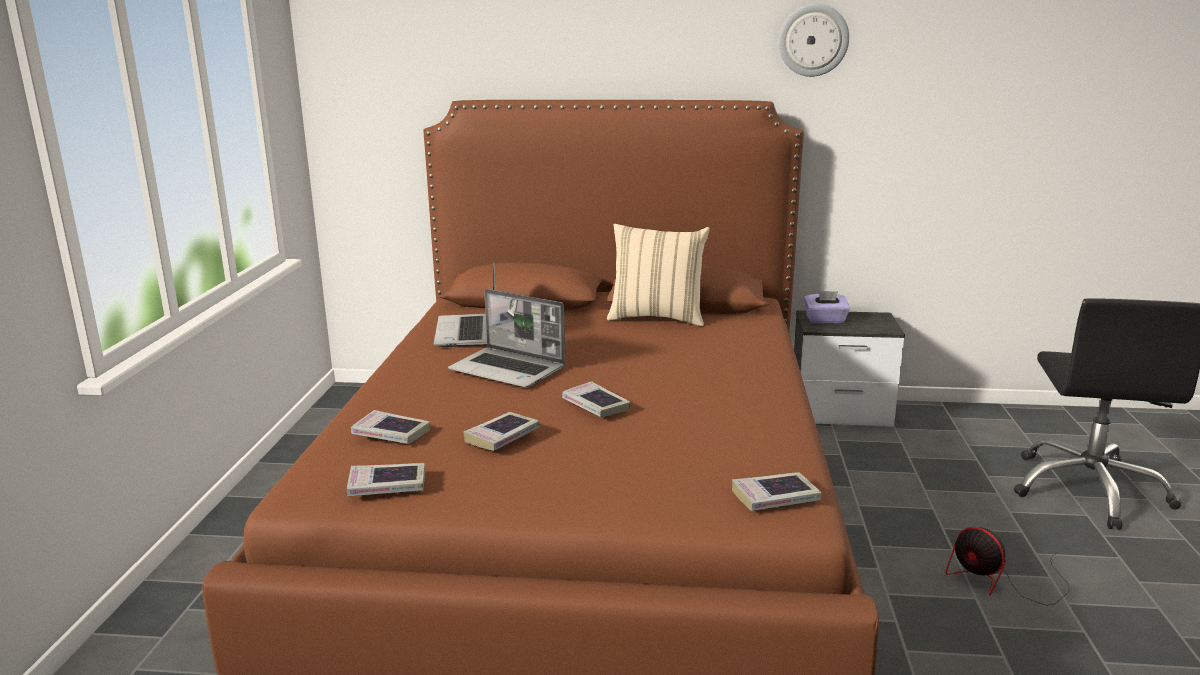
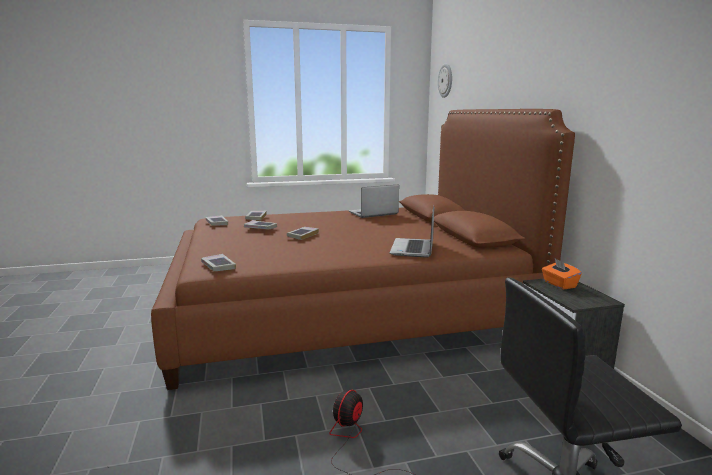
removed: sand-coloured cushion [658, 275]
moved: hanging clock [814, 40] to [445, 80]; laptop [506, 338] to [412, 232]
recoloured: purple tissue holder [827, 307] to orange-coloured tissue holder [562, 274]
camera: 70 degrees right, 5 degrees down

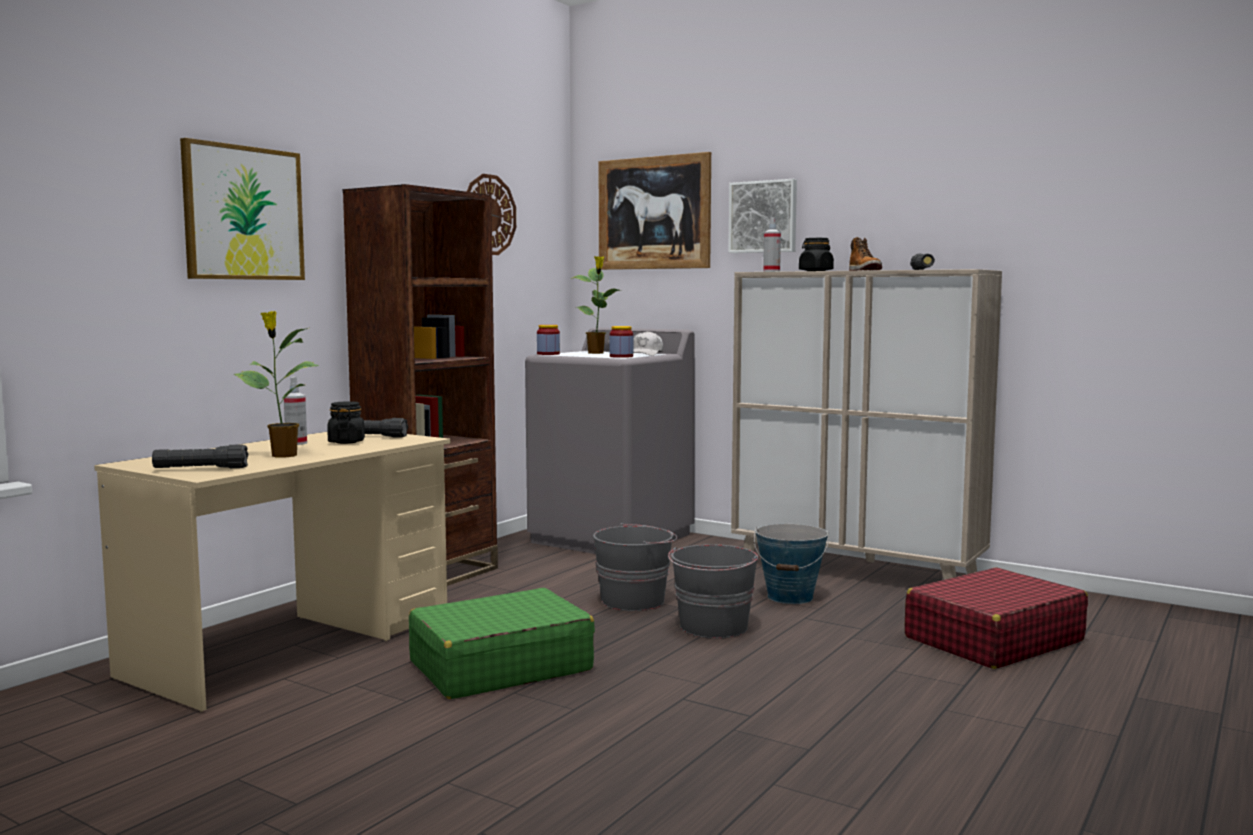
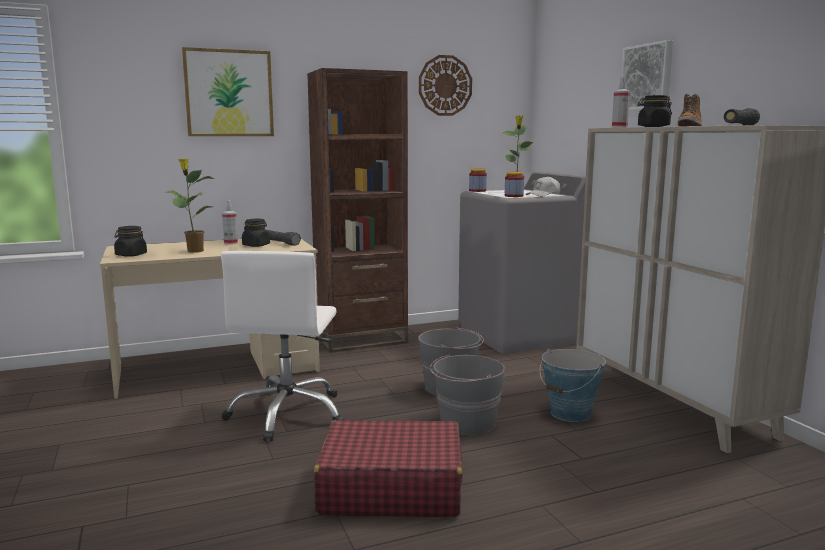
removed: wall art [655, 211]
moved: reddish suitcase [996, 618] to [388, 468]
replaced: blackish flashlight [200, 456] to blackish preserve jar [130, 241]; green-coloured suitcase [502, 643] to white-coloured desk chair [282, 346]
camera: 35 degrees right, 5 degrees up

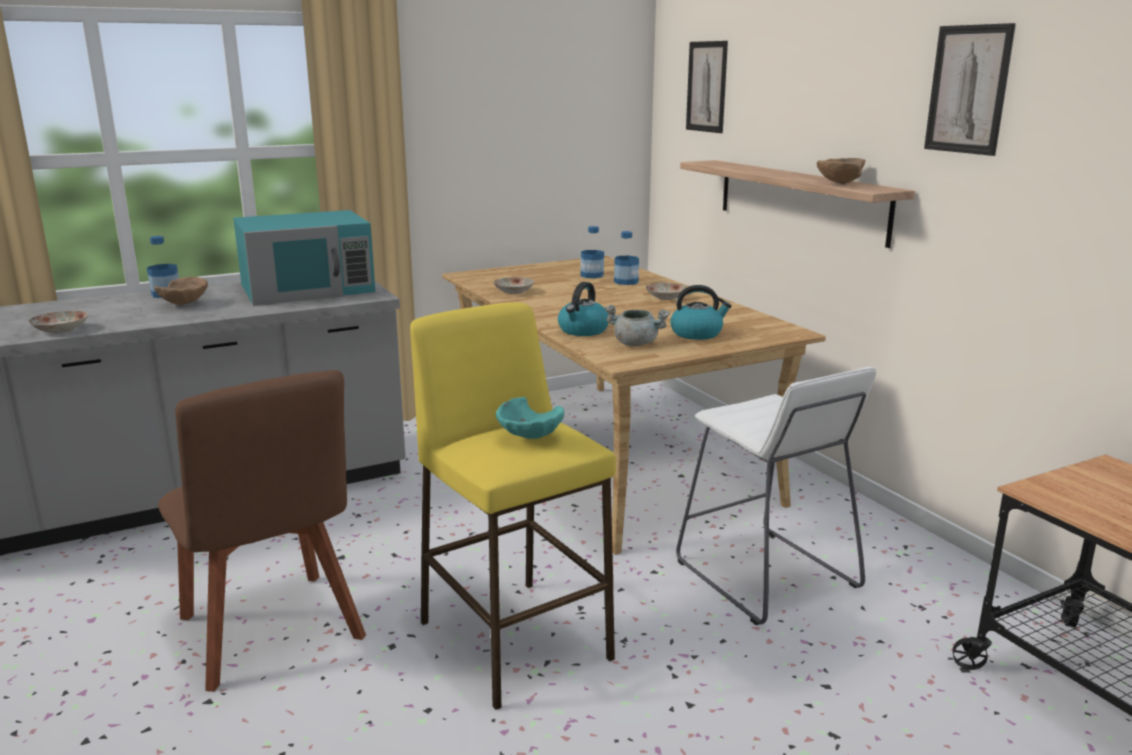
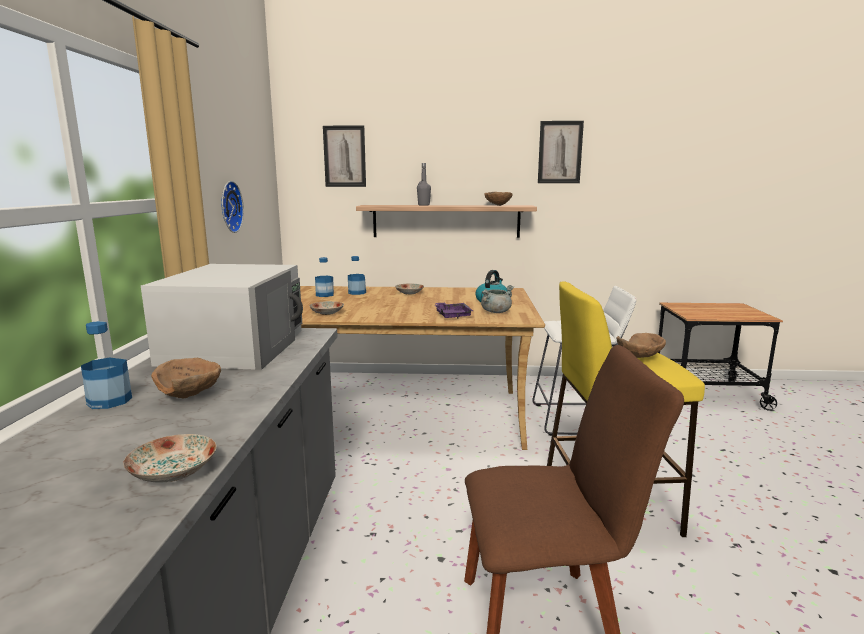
added: grey beverage bottle [424, 184]; hanging clock [232, 207]
replaced: tea kettle [583, 309] to purple tray [454, 310]
recoloured: turquoise-coloured microwave [304, 258] to white-coloured microwave [222, 317]; turquoise-coloured bowl [530, 418] to brownish bowl [641, 345]
camera: 60 degrees left, 5 degrees down

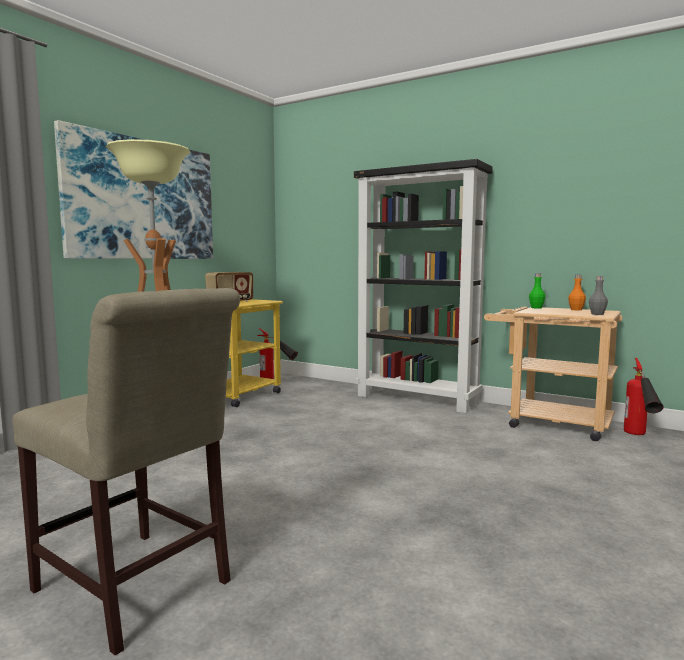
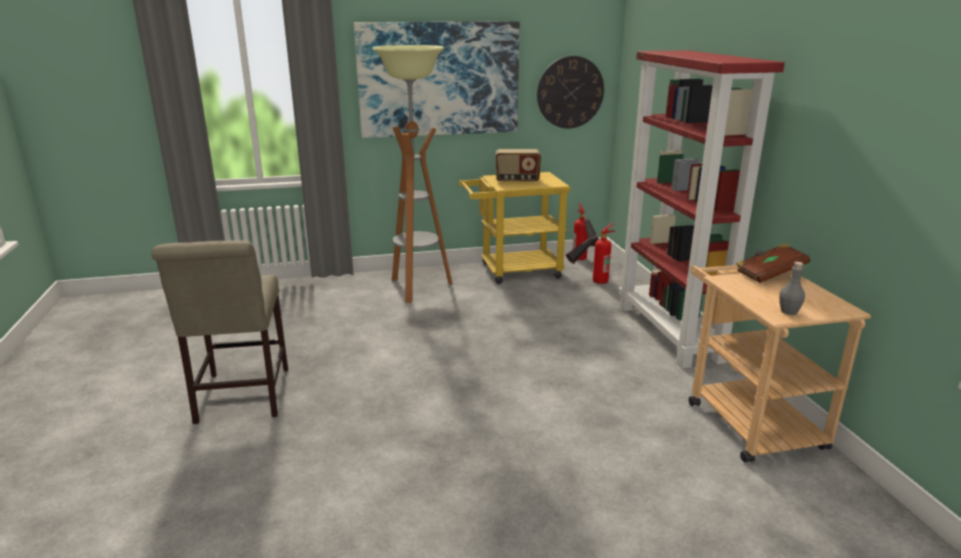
removed: orange-coloured beverage bottle [577, 292]
added: hanging clock [570, 92]
moved: fire extinguisher [644, 396] to [590, 253]
replaced: green-coloured beverage bottle [537, 291] to brownish bound book [773, 263]
recoloured: blackish bookshelf [423, 286] to reddish bookshelf [701, 209]
camera: 45 degrees right, 15 degrees up

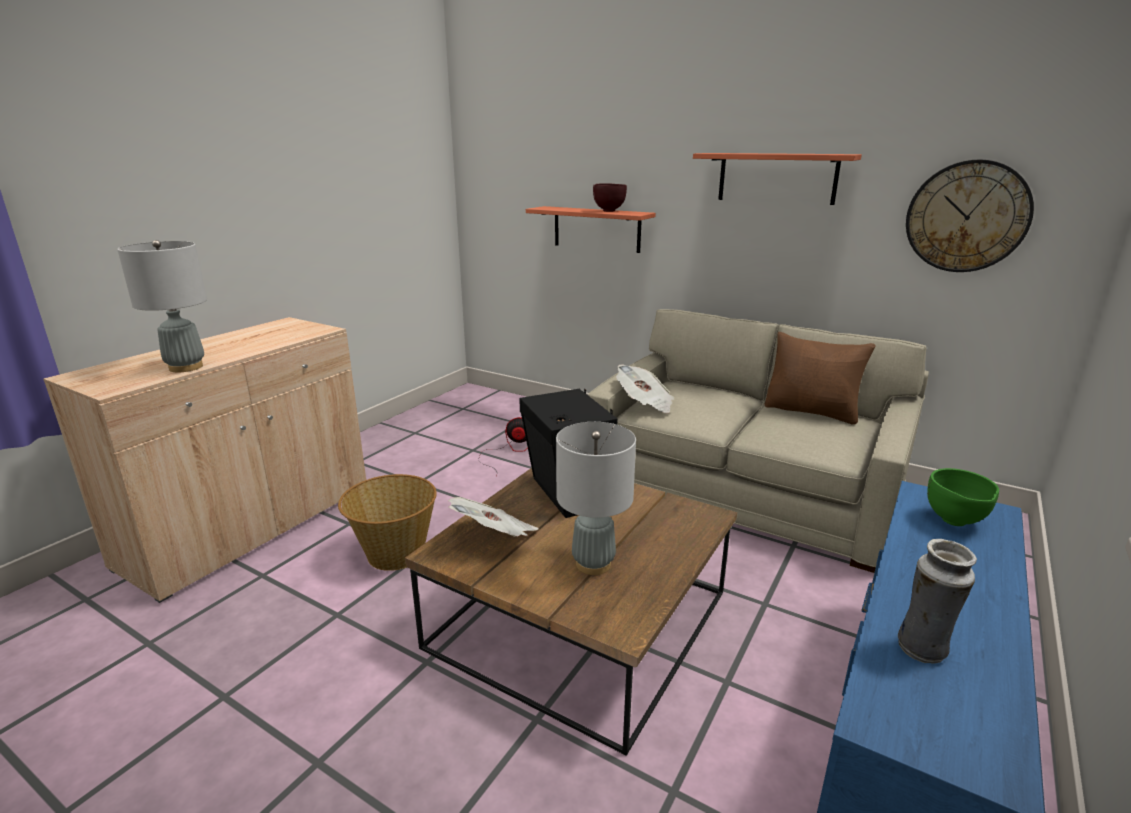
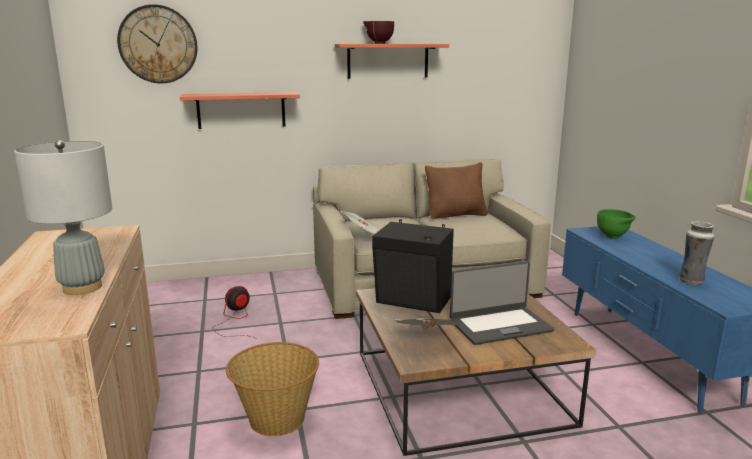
moved: hanging clock [970, 215] to [157, 44]; brownish bowl [610, 197] to [378, 32]
replaced: grey table lamp [596, 498] to laptop [502, 303]
camera: 45 degrees left, 5 degrees down

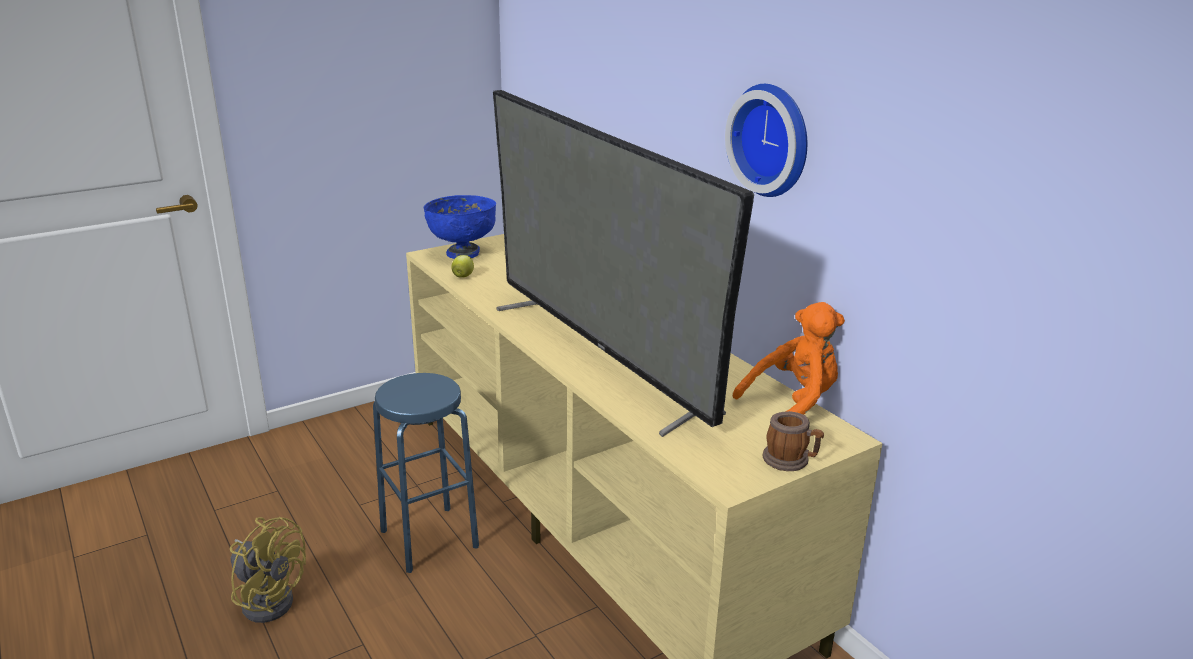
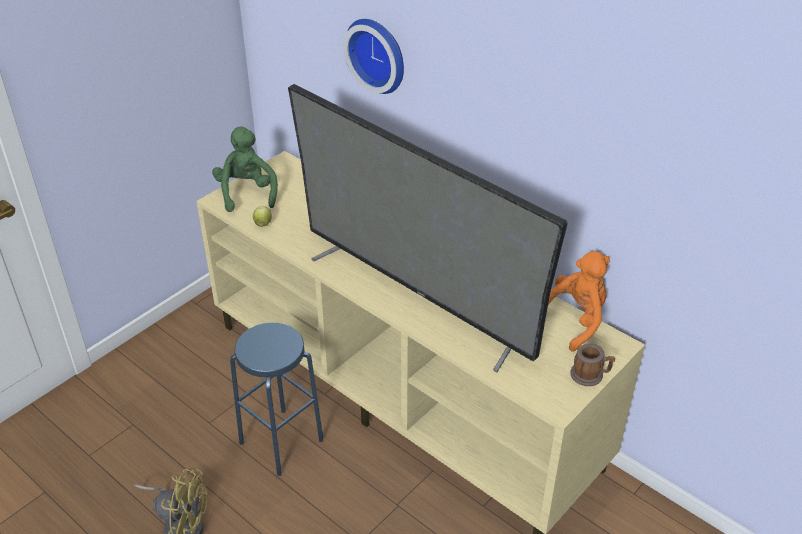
moved: hanging clock [766, 140] to [374, 56]
replaced: blue bowl [460, 227] to green-coloured plush toy [245, 169]
camera: 15 degrees left, 15 degrees up

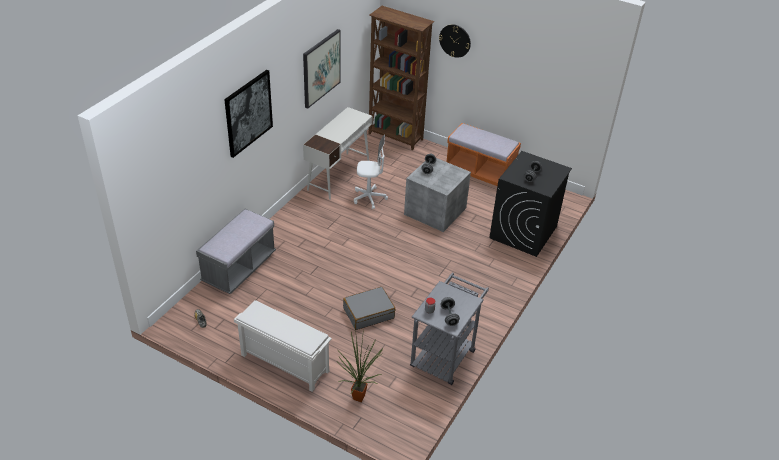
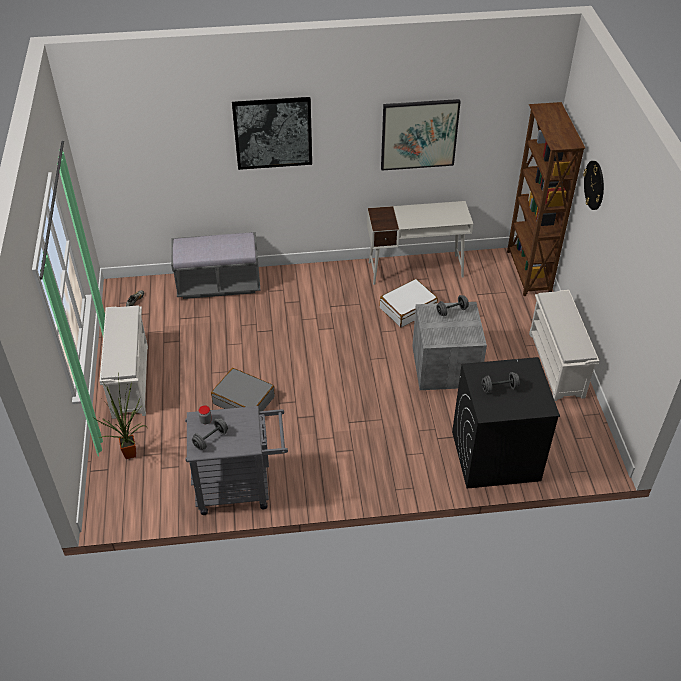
replaced: orange-coloured long seat [484, 154] to white-coloured shoe shelf [564, 345]; white-coloured desk chair [371, 172] to white-coloured suitcase [409, 303]
camera: 55 degrees right, 5 degrees up

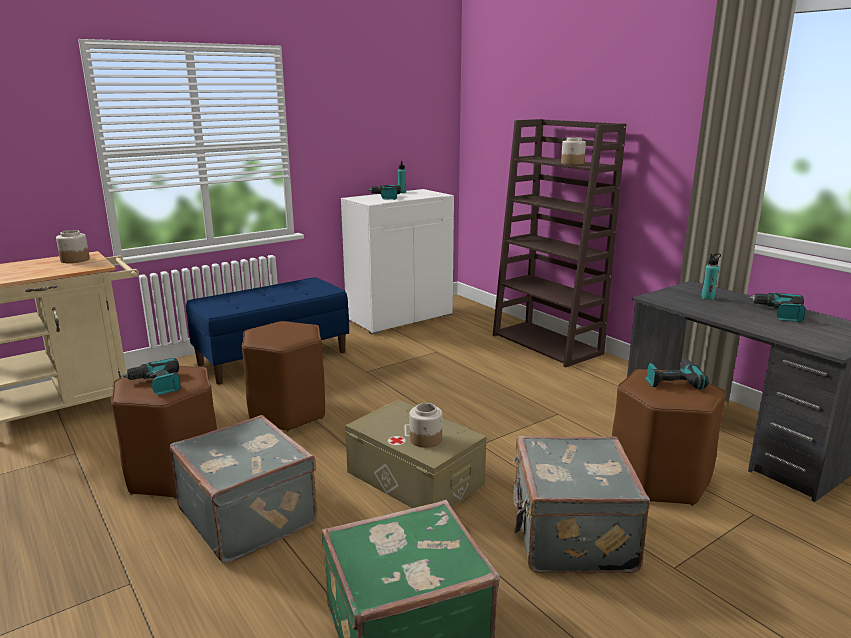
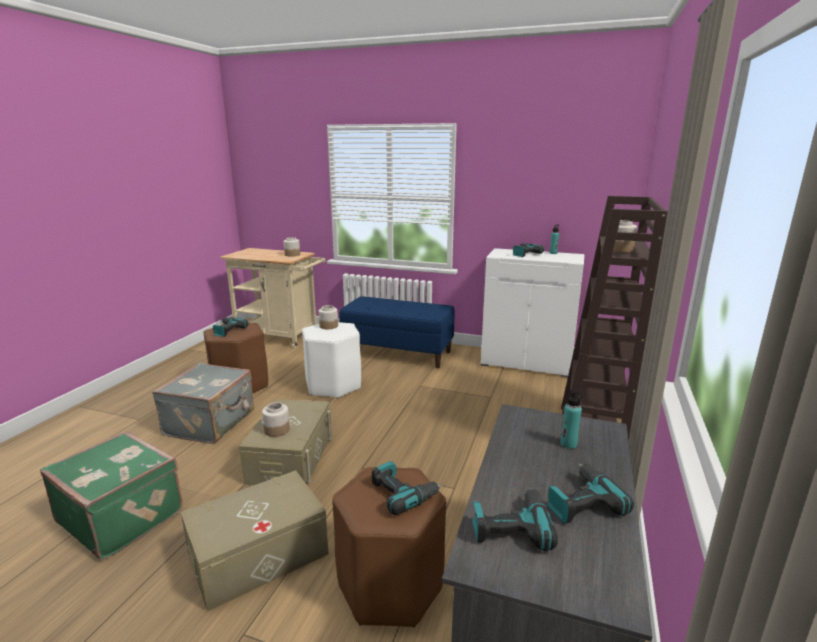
added: preserve jar [328, 317]; power drill [515, 519]
replaced: grey suitcase [581, 505] to sand-coloured storage box [255, 540]
recoloured: brownish stool [283, 376] to white-coloured stool [331, 360]
camera: 55 degrees right, 0 degrees up

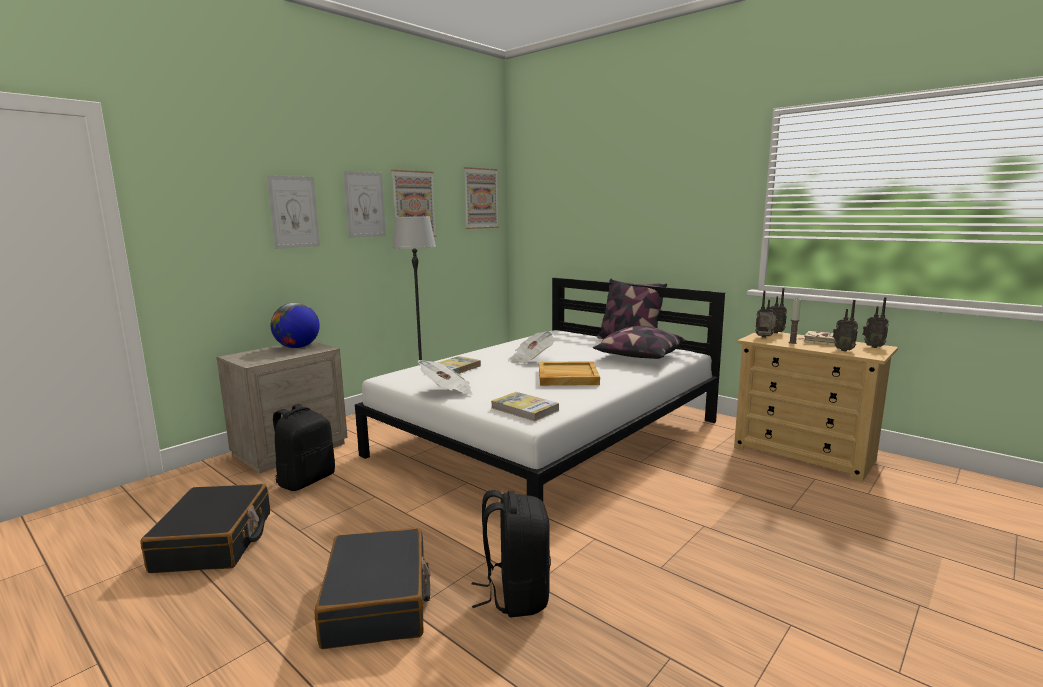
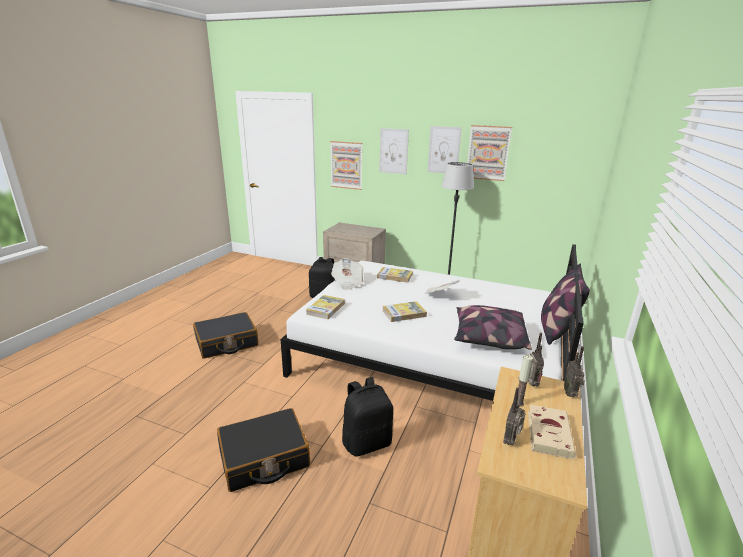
removed: radio receiver [875, 322]; desk globe [295, 325]
moved: wall art [481, 198] to [346, 165]; blackish suitcase [205, 528] to [263, 450]; blackish rucksack [511, 553] to [367, 417]
replaced: sand-coloured tray [569, 373] to bound book [404, 311]
camera: 70 degrees right, 10 degrees up

